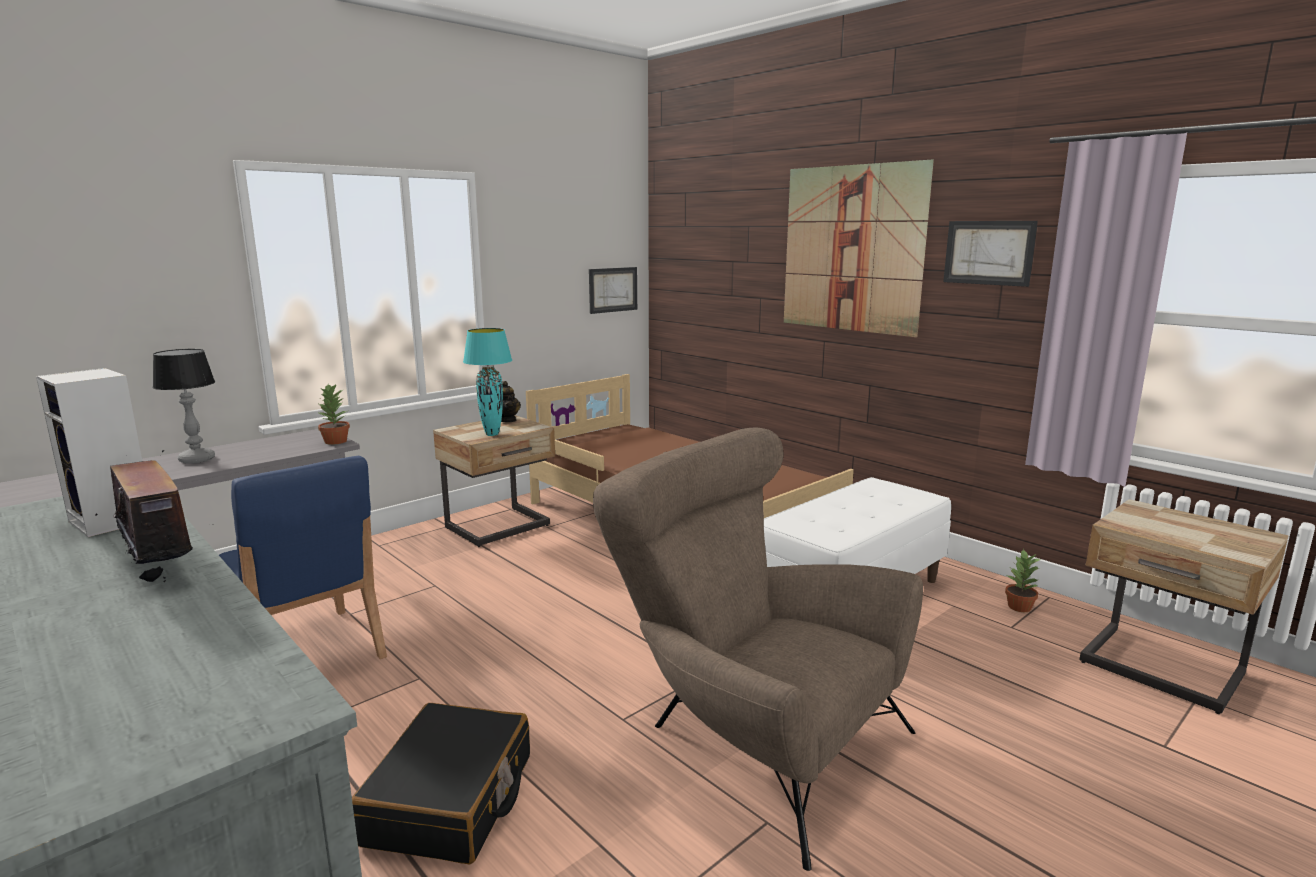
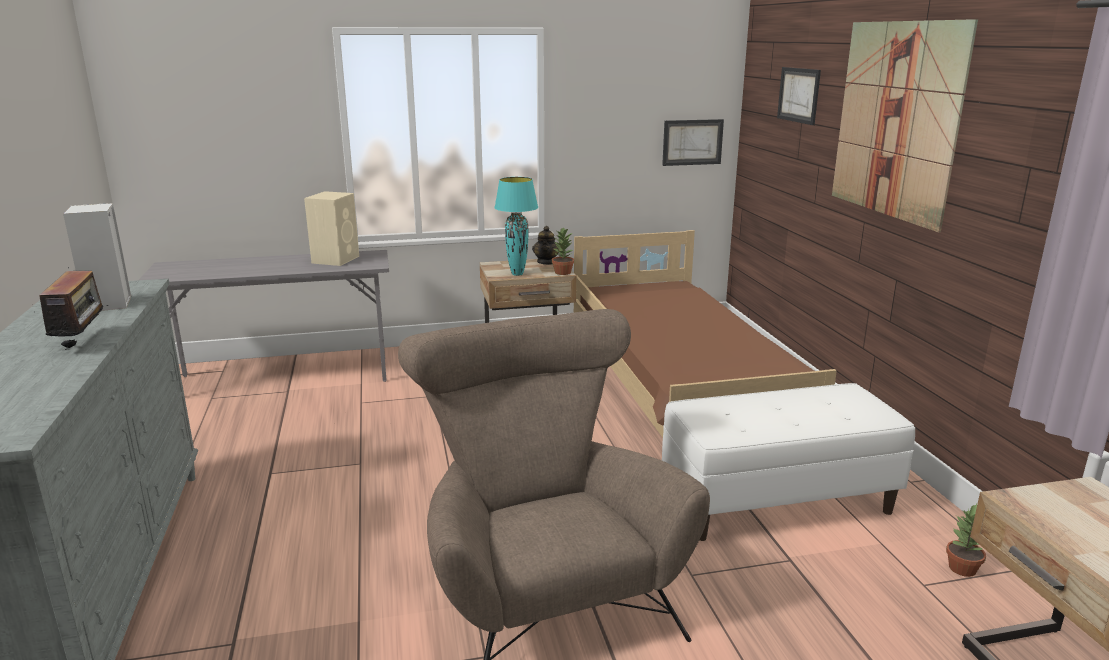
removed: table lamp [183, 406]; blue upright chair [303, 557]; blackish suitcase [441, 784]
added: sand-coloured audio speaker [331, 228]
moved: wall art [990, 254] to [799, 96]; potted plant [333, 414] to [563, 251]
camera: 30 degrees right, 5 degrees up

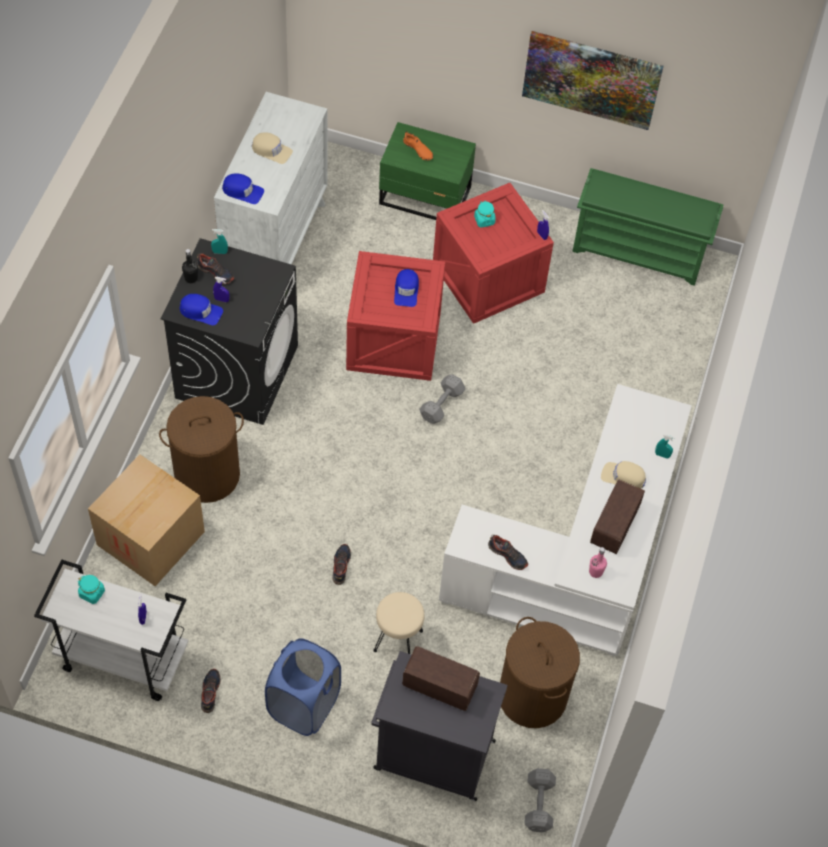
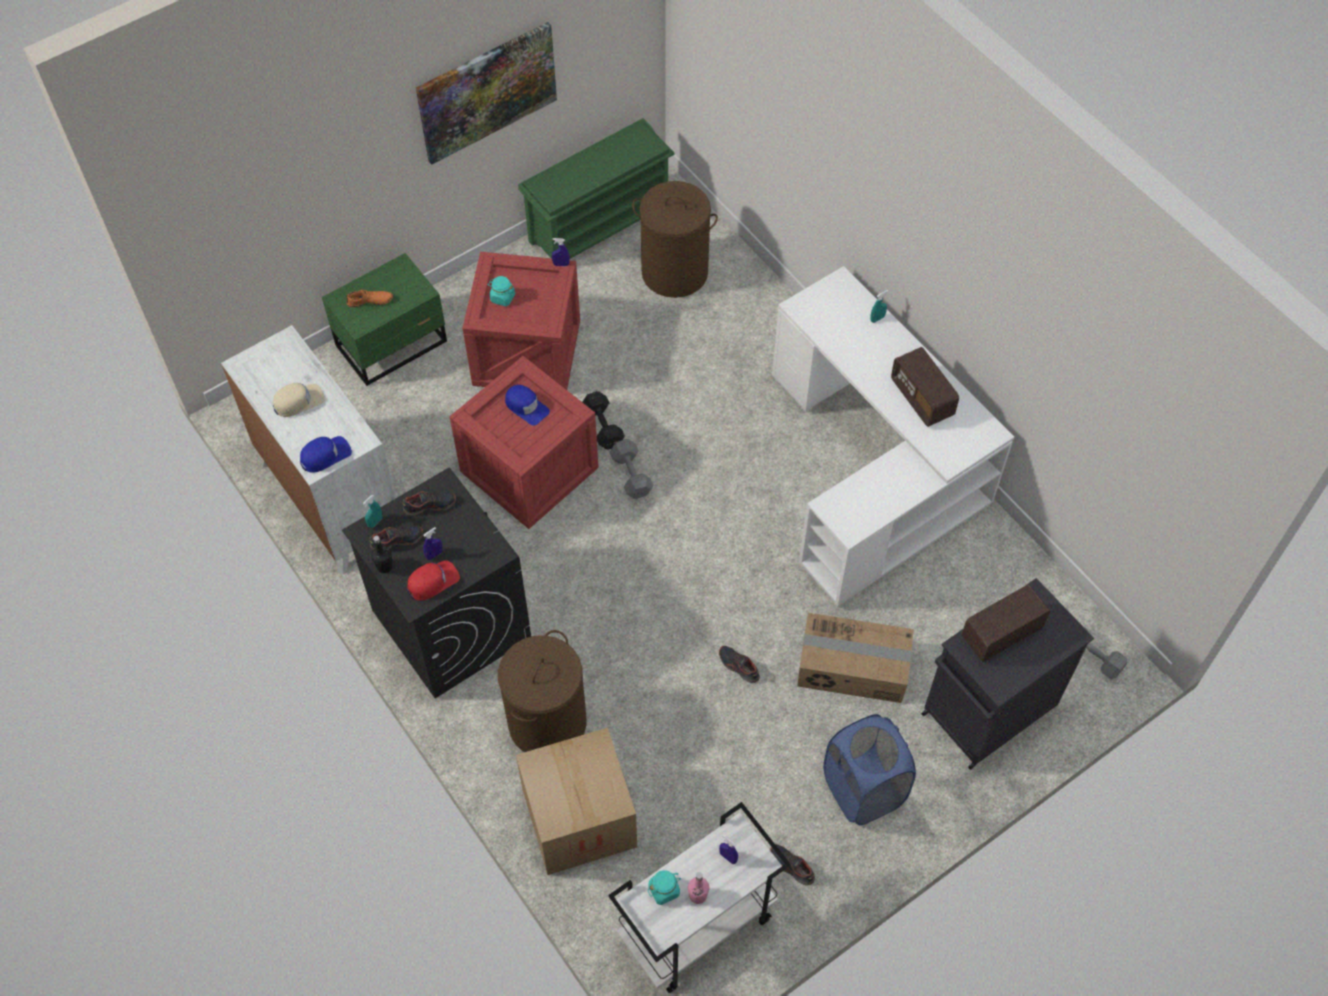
removed: sand-coloured baseball cap [623, 475]
added: blackish free weight [604, 420]
moved: item of footwear [508, 552] to [429, 503]; pink-coloured beverage bottle [598, 562] to [698, 888]; brownish laundry basket [540, 672] to [675, 239]
replaced: sand-coloured stool [398, 623] to packing box [855, 658]
recoloured: blue baseball cap [201, 309] to reddish baseball cap [433, 580]
camera: 50 degrees left, 0 degrees up

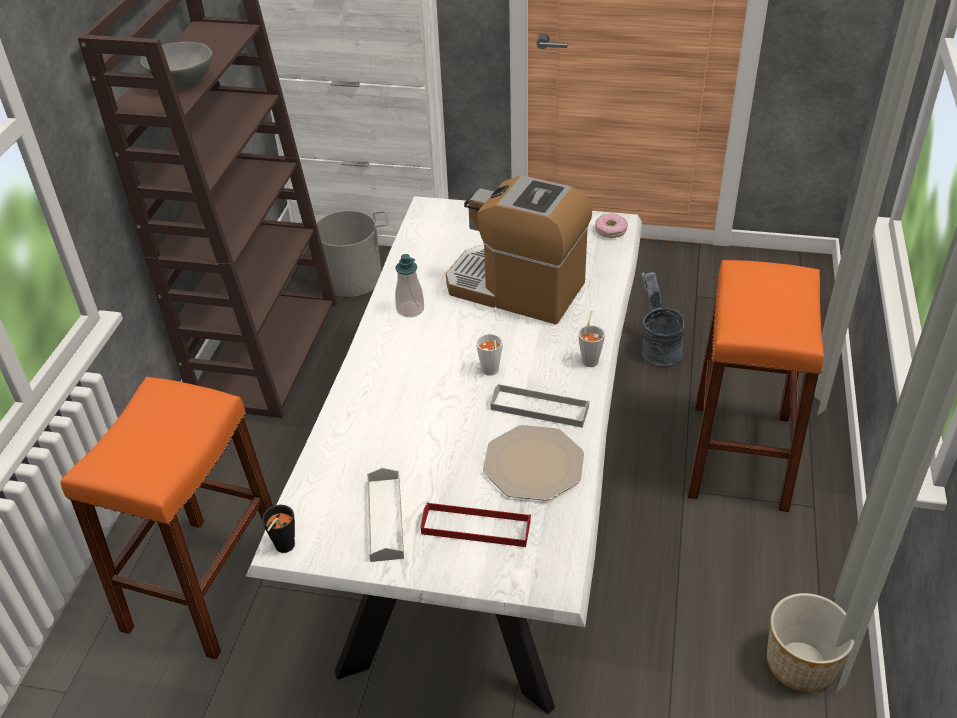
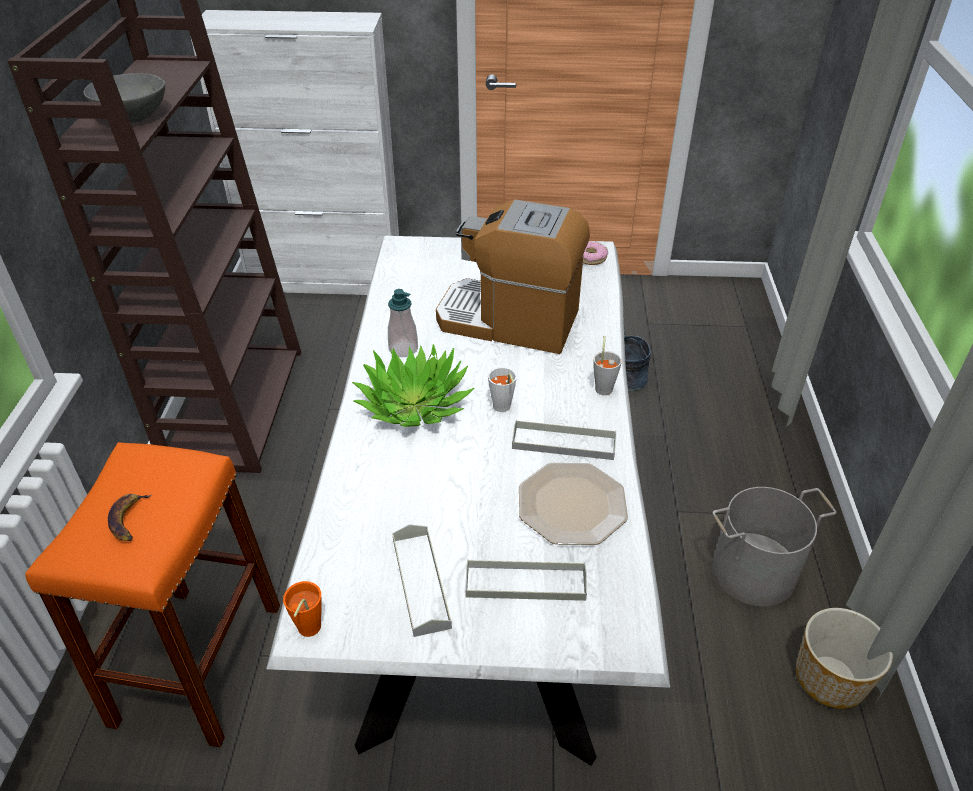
removed: orange-coloured stool [755, 386]
added: potted plant [413, 385]; banana [130, 517]
moved: grey pail [344, 253] to [774, 546]
recoloured: reddish tray [476, 524] to grey tray [526, 580]; blackish cup [278, 529] to orange-coloured cup [302, 609]
camera: 10 degrees left, 0 degrees up

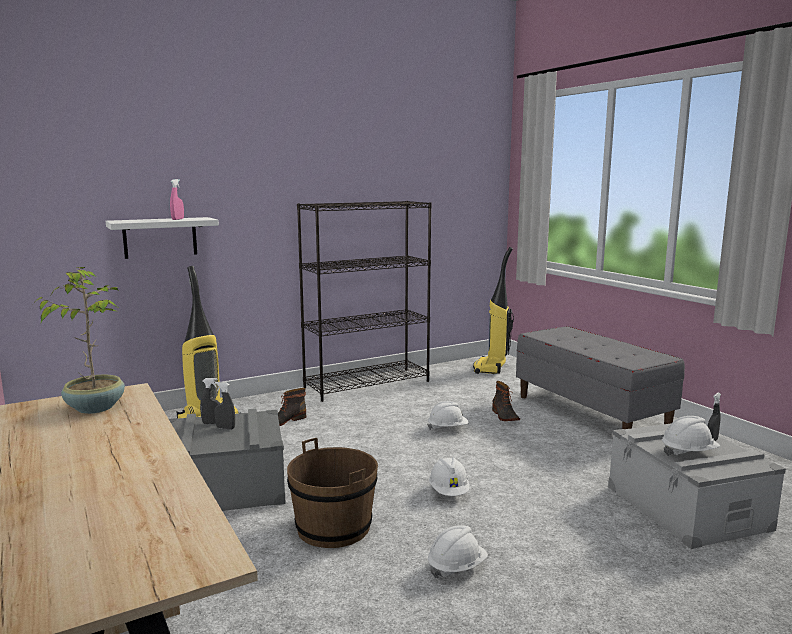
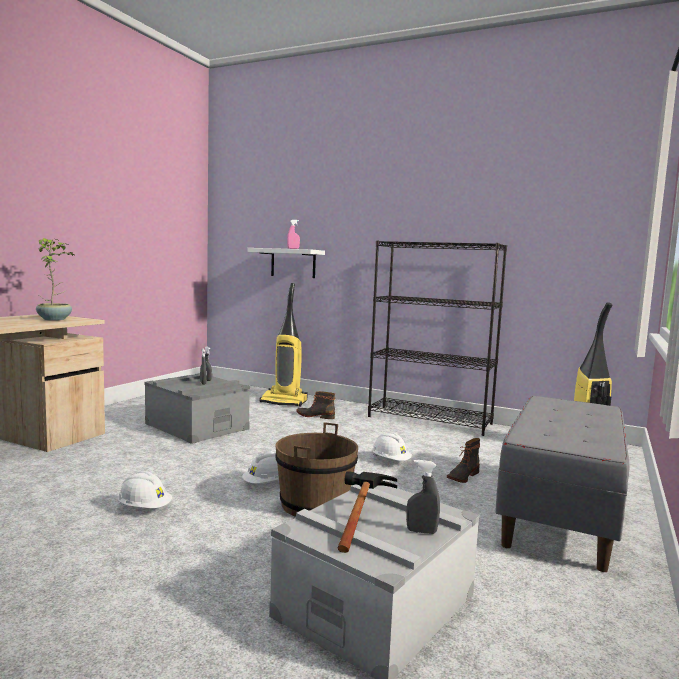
moved: brownish pail [332, 493] to [316, 469]
replaced: white-coloured hard hat [691, 436] to tool hammer [367, 512]
camera: 55 degrees right, 5 degrees down

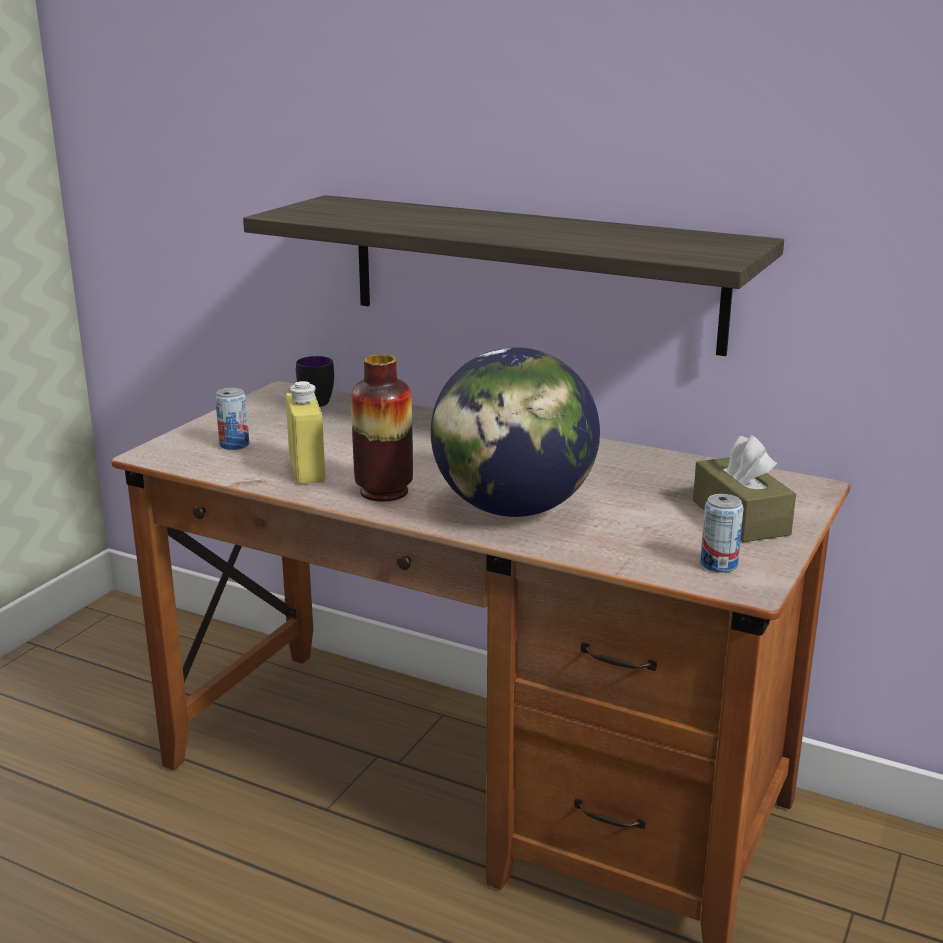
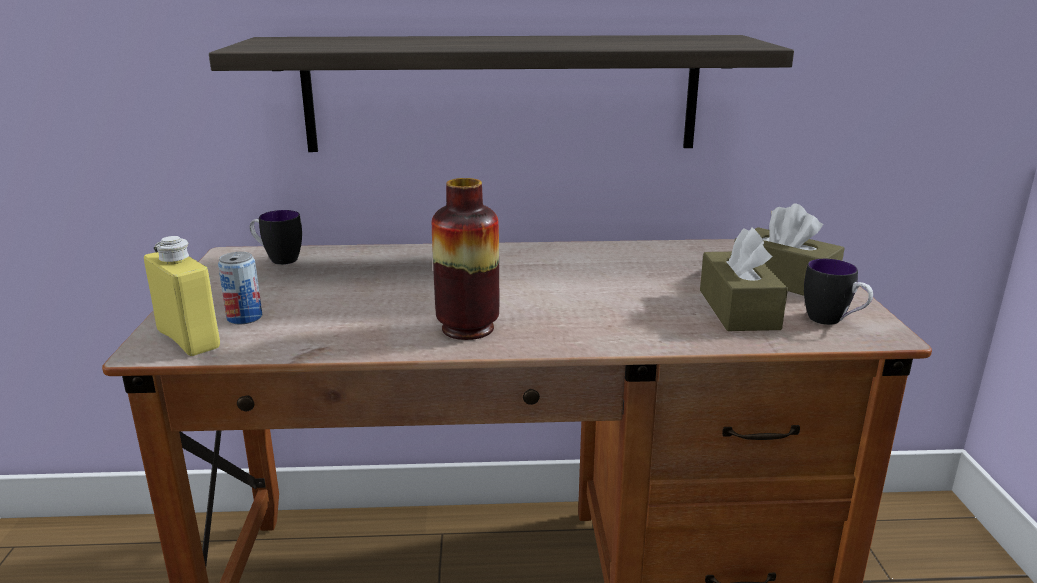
removed: desk globe [515, 432]
added: brownish tissue holder [744, 279]
moved: yellow beverage bottle [305, 432] to [182, 296]
replaced: can [722, 533] to tea mug [838, 292]
camera: 30 degrees left, 0 degrees up

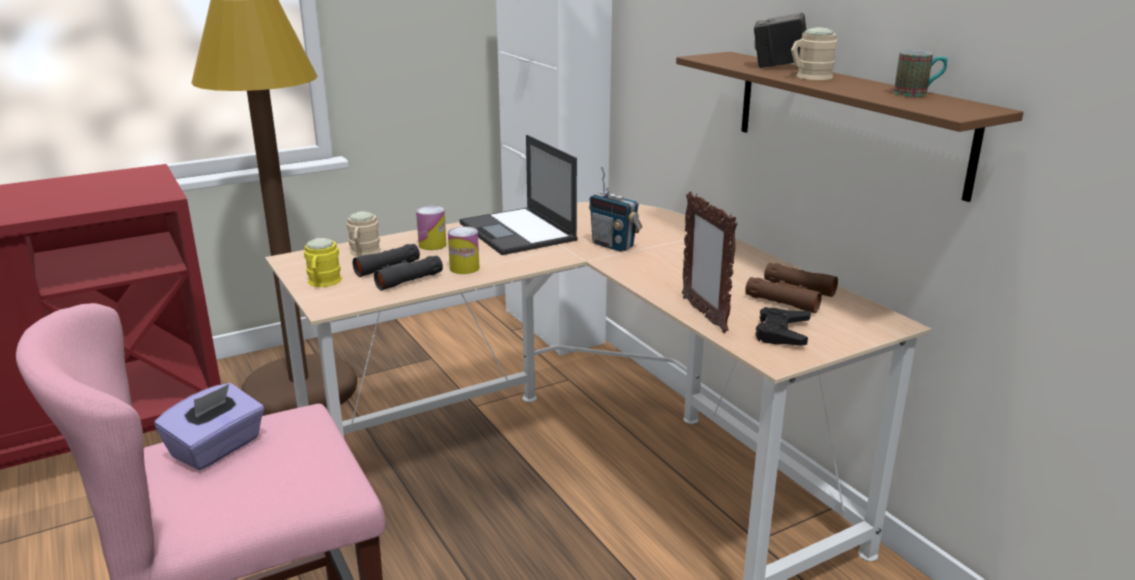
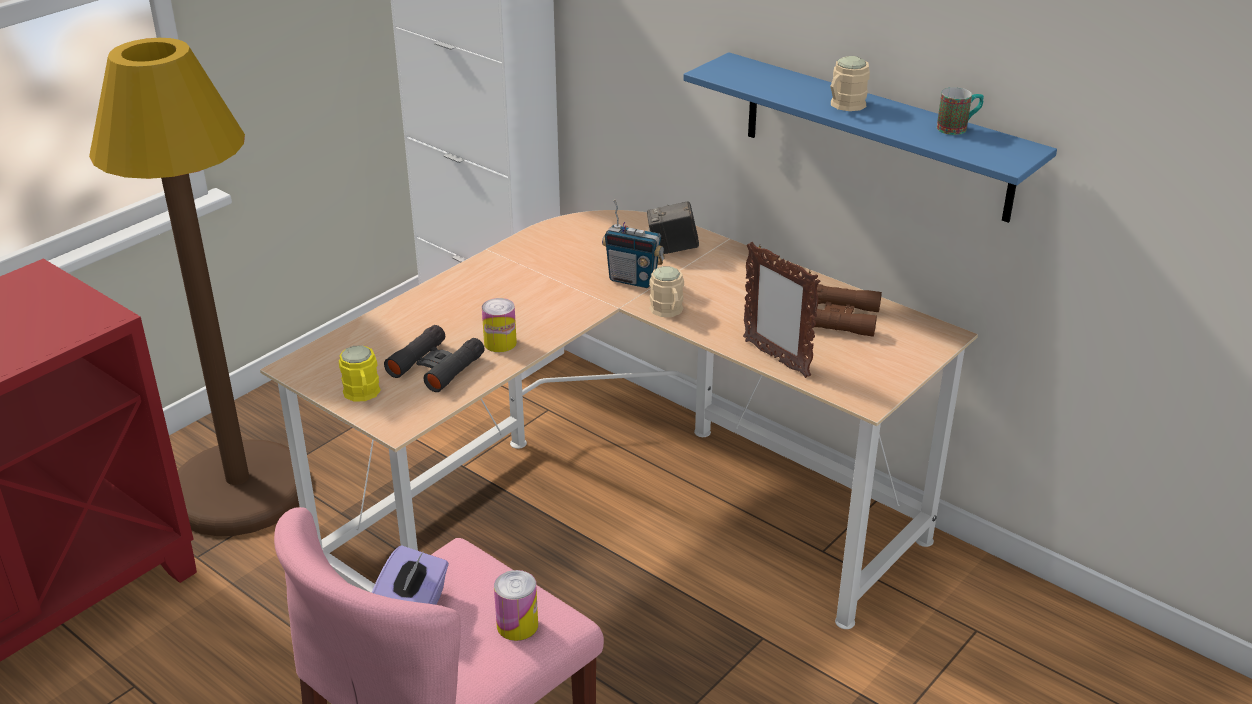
removed: laptop [519, 195]; blackish joypad [783, 326]
moved: photo camera [780, 40] to [673, 227]; can [431, 228] to [516, 605]; sand-coloured tea mug [364, 233] to [666, 291]
recoloured: brownish wall shelf [850, 127] to blue wall shelf [870, 137]
camera: 20 degrees left, 10 degrees up

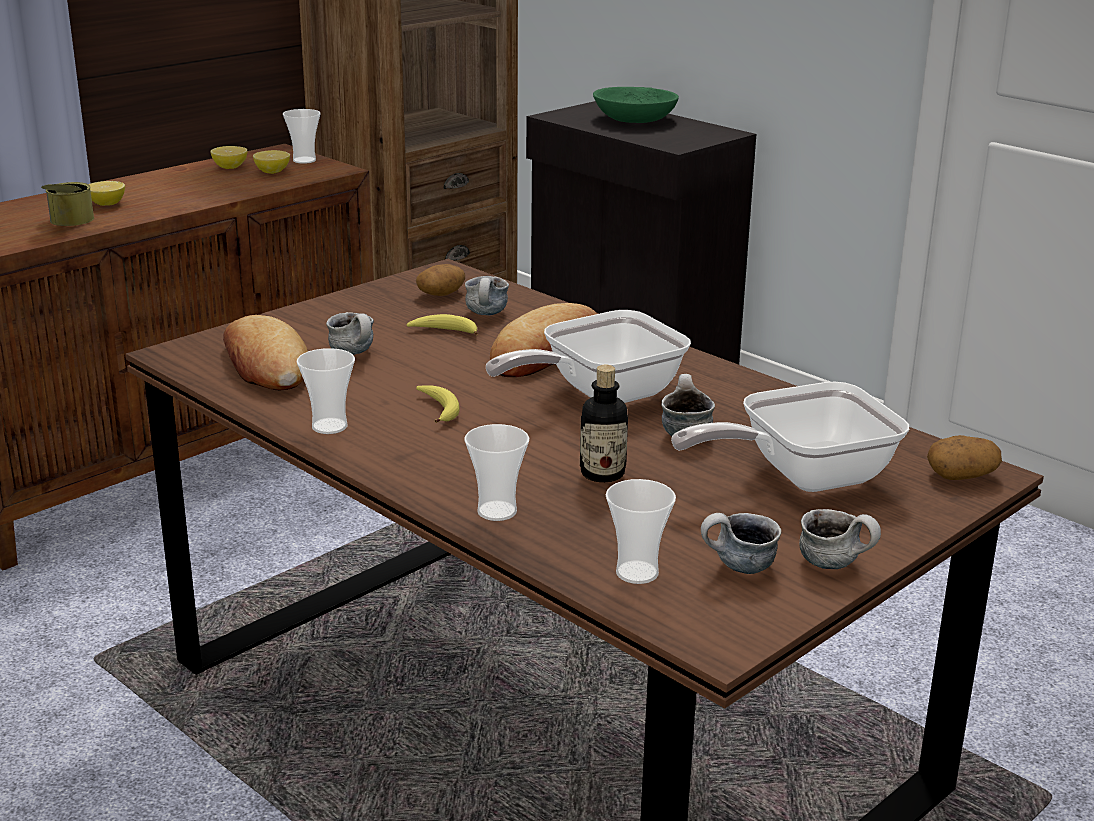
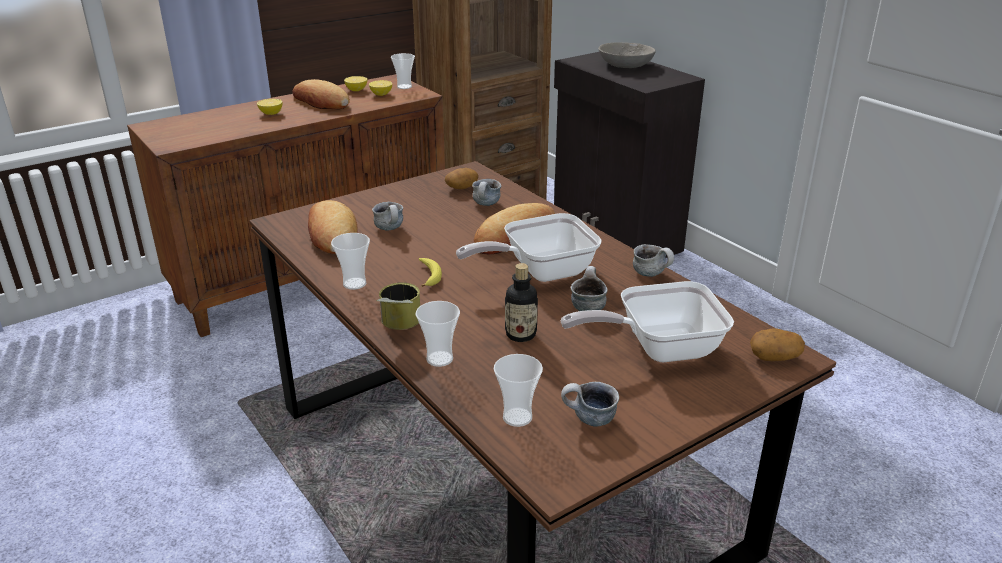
removed: banana [442, 324]
added: bakery bread [321, 94]
moved: can [67, 204] to [398, 306]; tea mug [840, 539] to [653, 260]
recoloured: green-coloured bowl [636, 105] to grey bowl [627, 55]
camera: 10 degrees right, 5 degrees up

